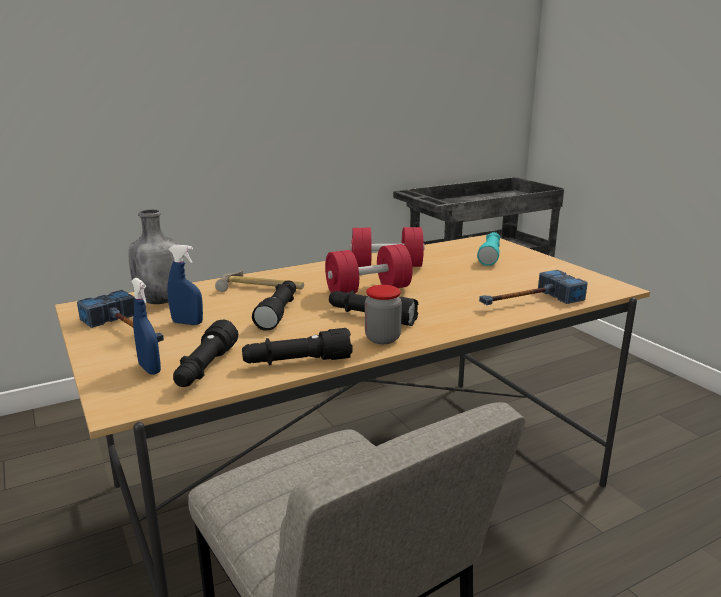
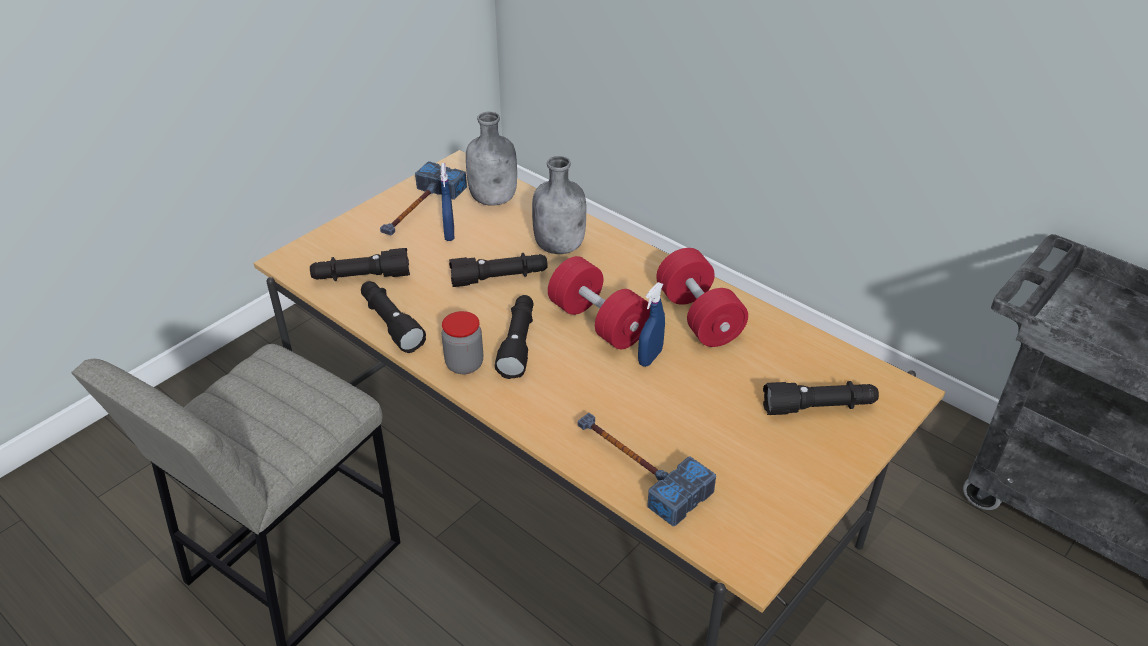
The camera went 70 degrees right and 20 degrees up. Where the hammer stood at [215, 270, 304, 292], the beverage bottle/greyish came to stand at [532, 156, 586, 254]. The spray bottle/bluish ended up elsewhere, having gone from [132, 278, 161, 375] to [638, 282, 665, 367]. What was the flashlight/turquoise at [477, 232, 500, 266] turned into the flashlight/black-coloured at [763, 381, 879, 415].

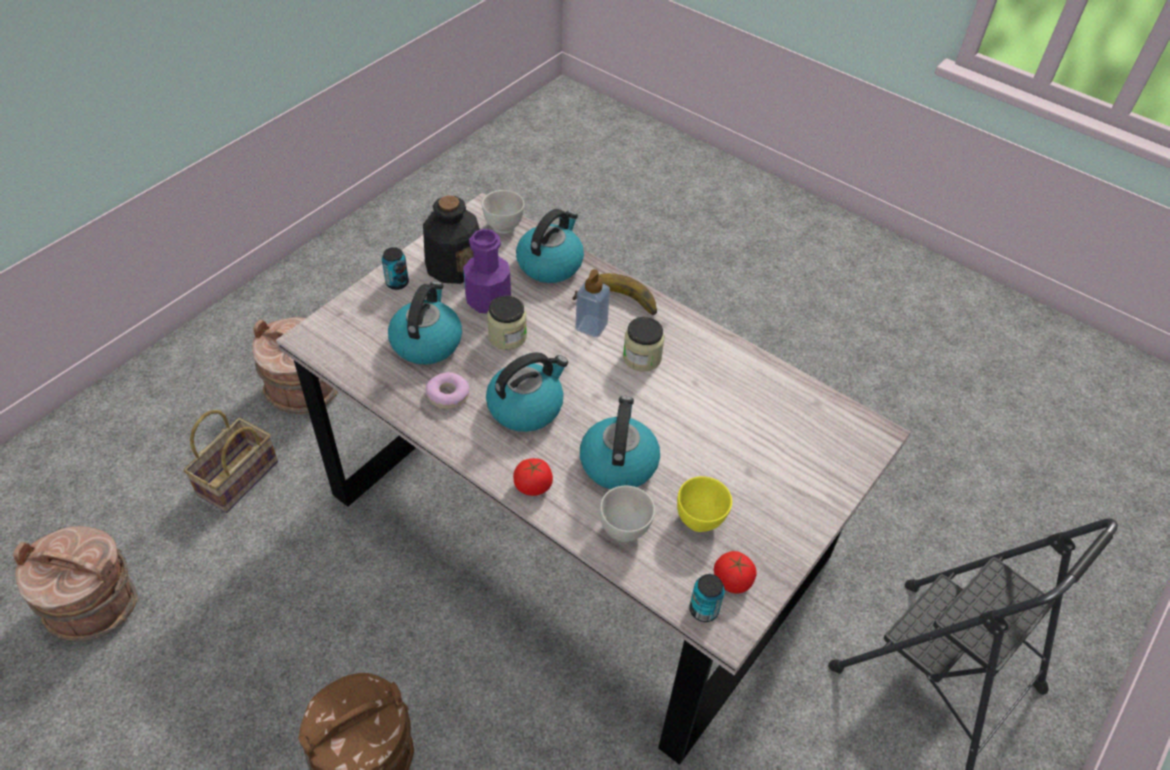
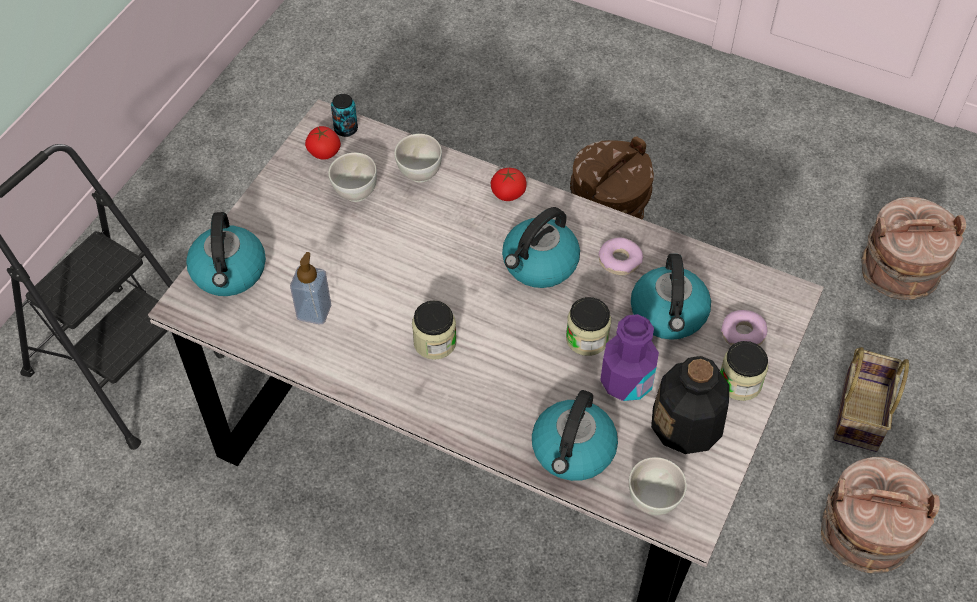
The camera went 170 degrees right and 5 degrees up. The tea kettle ended up elsewhere, having gone from [580, 396, 660, 489] to [186, 212, 266, 296]. The soap dispenser ended up elsewhere, having gone from [575, 269, 610, 338] to [290, 252, 331, 325]. What was the bowl/yellow at [677, 476, 732, 532] turned into the bowl/white at [328, 153, 377, 202]. Where the can stood at [382, 247, 409, 290], the storage jar came to stand at [720, 341, 768, 401]. The second view gained the doughnut at [721, 310, 767, 346]. The second view lost the whole banana at [572, 273, 657, 315].

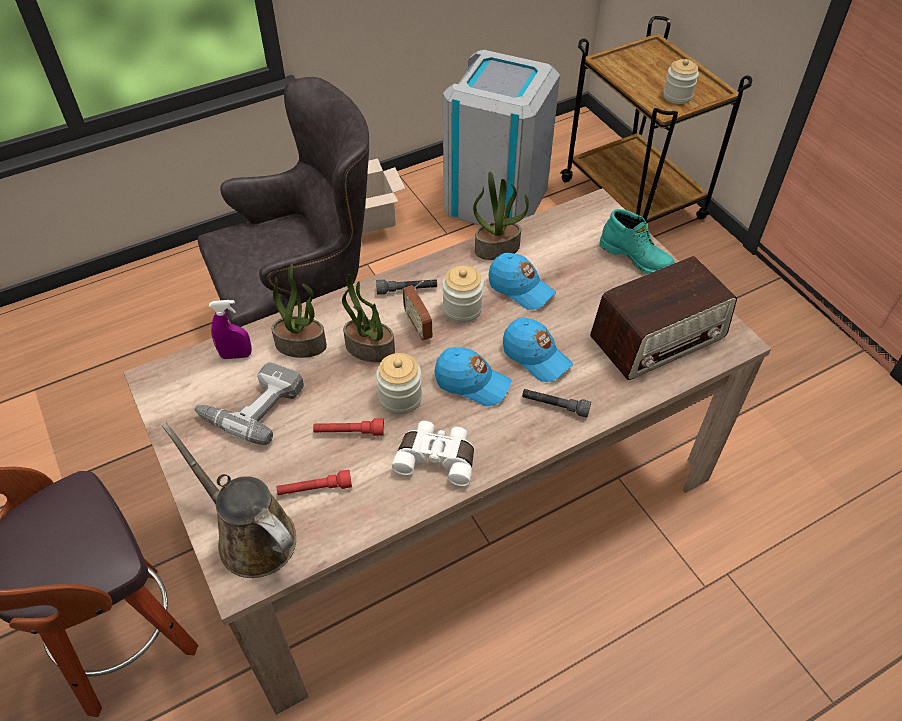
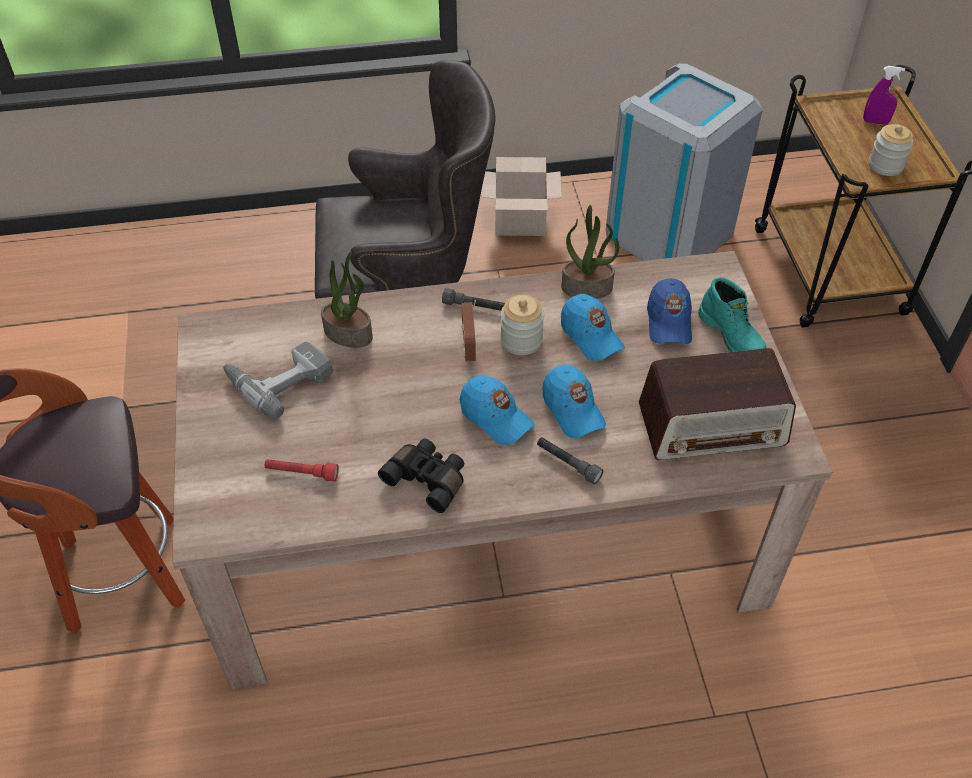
The camera went 20 degrees right and 0 degrees up. What was the field glasses/white at [392, 421, 474, 486] turned into the field glasses/black-coloured at [378, 438, 464, 513]. The second view gained the cap/bluish at [647, 278, 692, 344]. The spray bottle/purplish ended up elsewhere, having gone from [209, 300, 252, 359] to [863, 66, 905, 125]. The second view lost the watering pot/brownish at [162, 422, 296, 578]. The second view lost the flashlight/red at [313, 418, 384, 436]. The second view lost the potted plant at [342, 274, 395, 362]. The second view lost the storage jar at [376, 353, 422, 414].

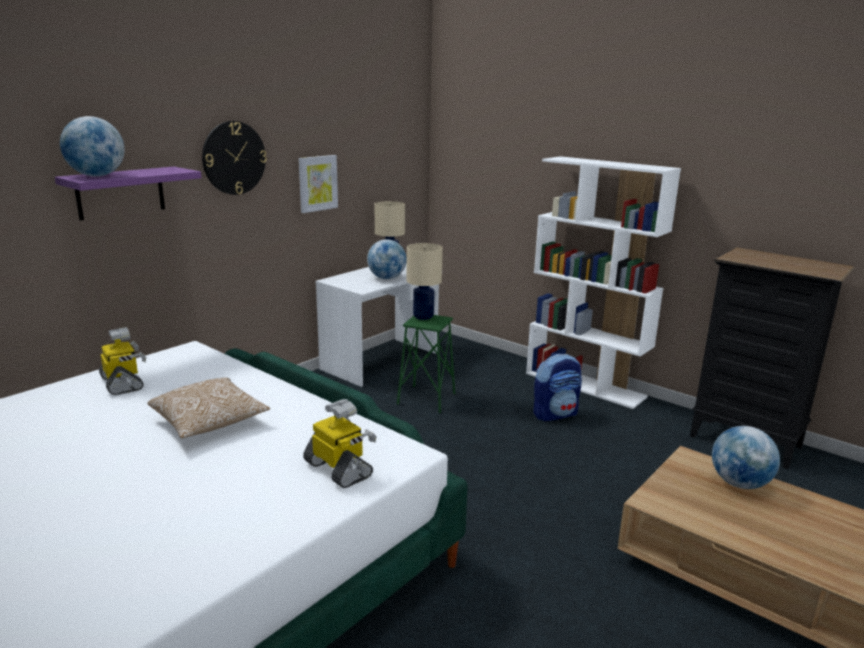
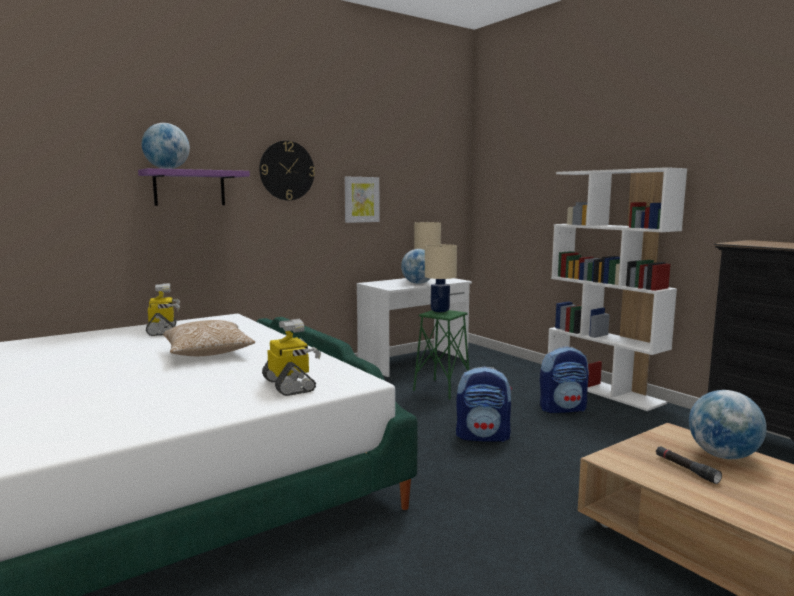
The camera went 15 degrees right and 10 degrees down. The second view gained the rucksack at [456, 367, 512, 442]. The second view gained the flashlight/black-coloured at [656, 446, 722, 484].

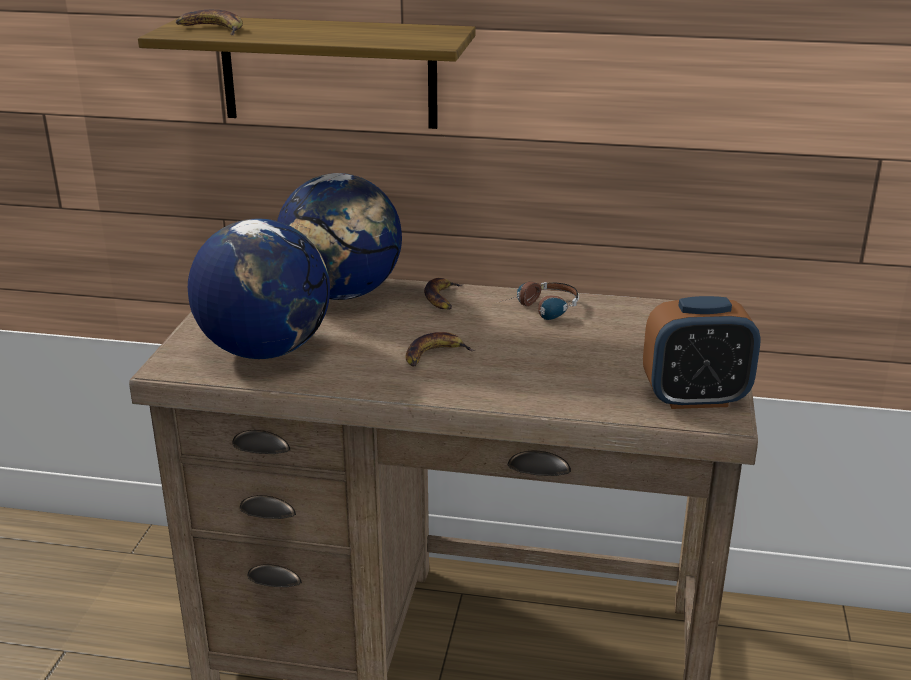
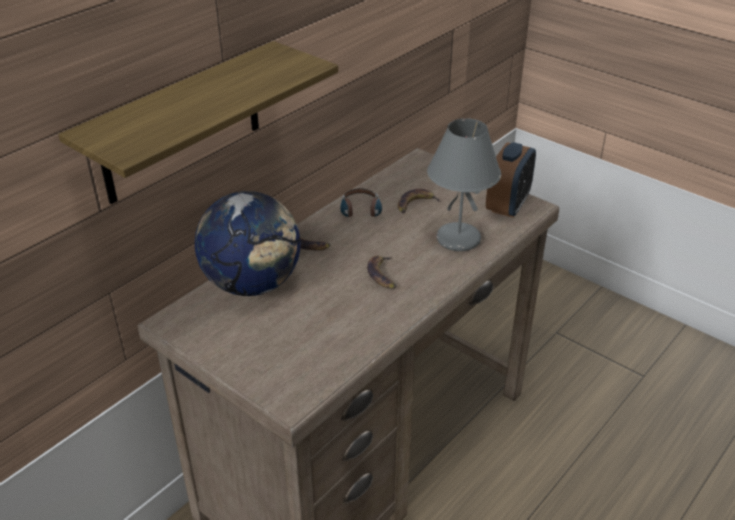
The camera went 60 degrees left and 10 degrees up. The whole banana ended up elsewhere, having gone from [176, 10, 243, 35] to [398, 189, 442, 213]. The second view gained the lamp for a table/greyish at [427, 118, 501, 251]. The second view lost the desk globe at [188, 219, 330, 359].

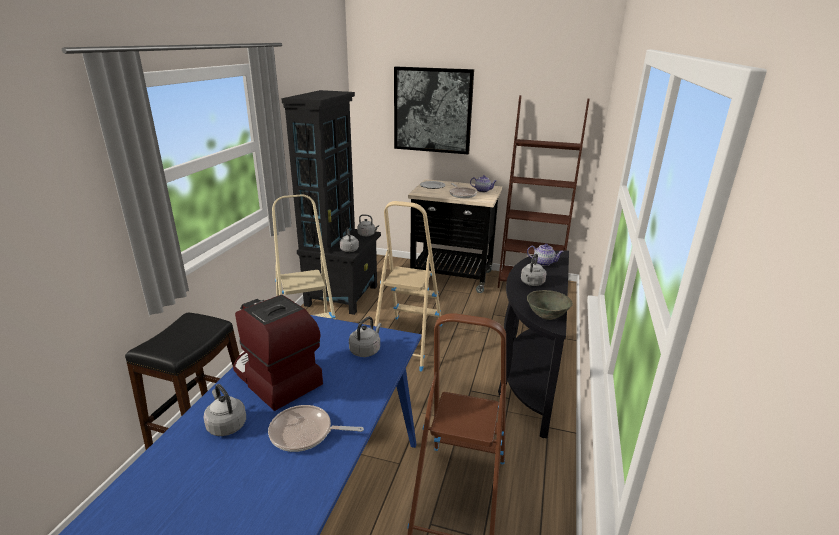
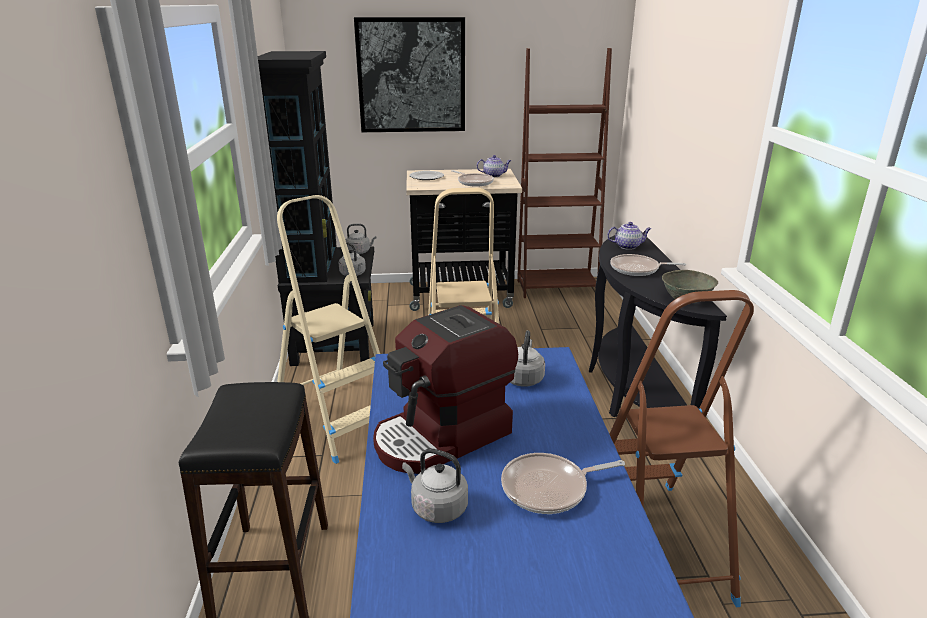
The camera went 20 degrees left and 0 degrees up. The coffee maker at [233, 295, 323, 411] ended up facing another way, 60 degrees counterclockwise from before. Where the tea kettle/greyish stood at [521, 254, 547, 286], the pan came to stand at [611, 254, 686, 276].

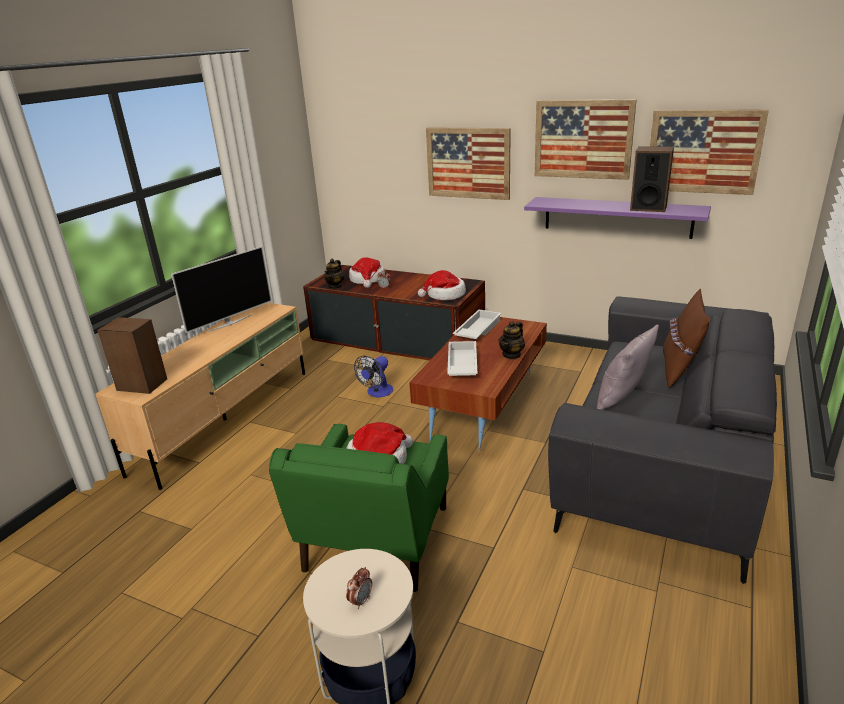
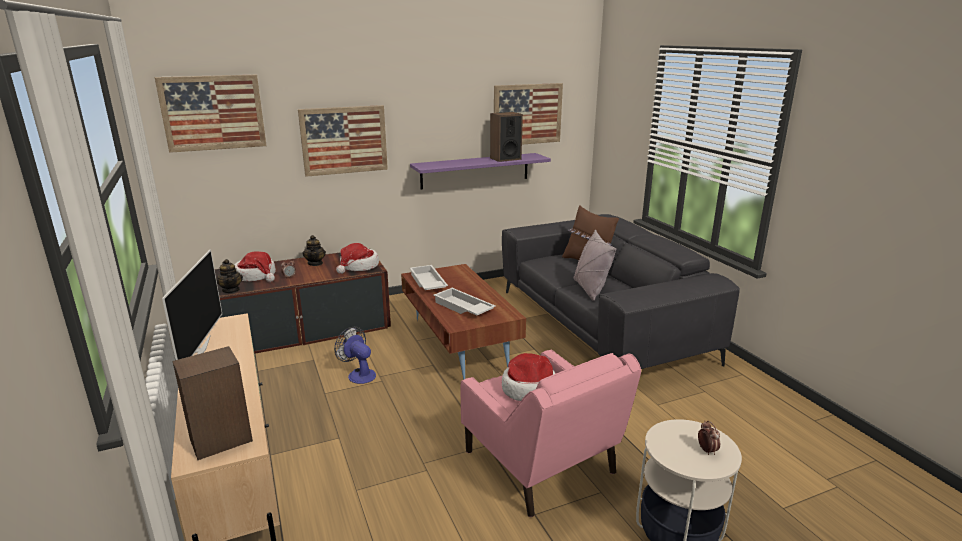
The camera went 50 degrees left and 5 degrees down. The wall art ended up elsewhere, having gone from [535, 99, 637, 180] to [155, 75, 267, 153]. The pot for tea ended up elsewhere, having gone from [499, 321, 525, 359] to [303, 235, 326, 266]. The electric fan at [354, 356, 393, 397] ended up facing another way, 150 degrees clockwise from before. What was the easy chair/greenish at [269, 424, 449, 592] turned into the easy chair/pink at [461, 350, 641, 517].

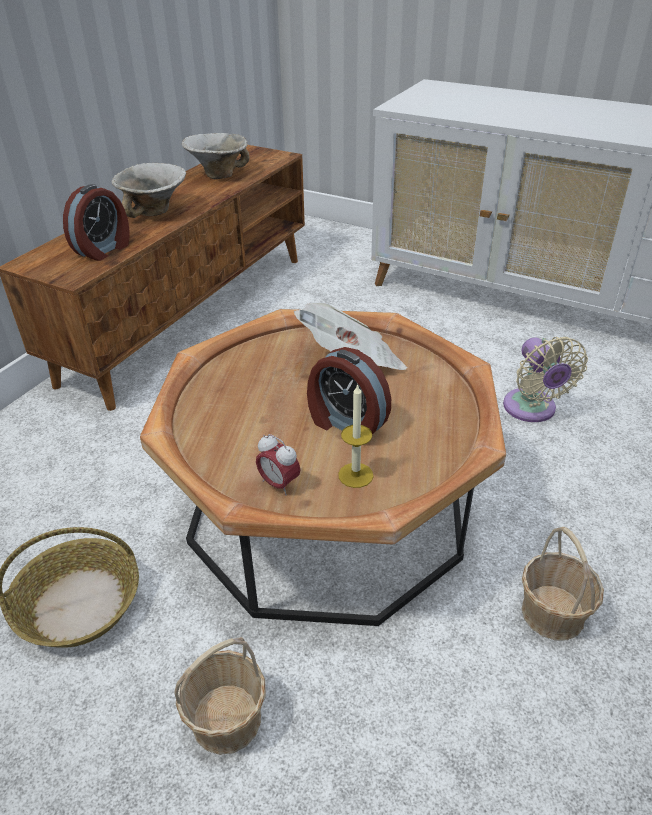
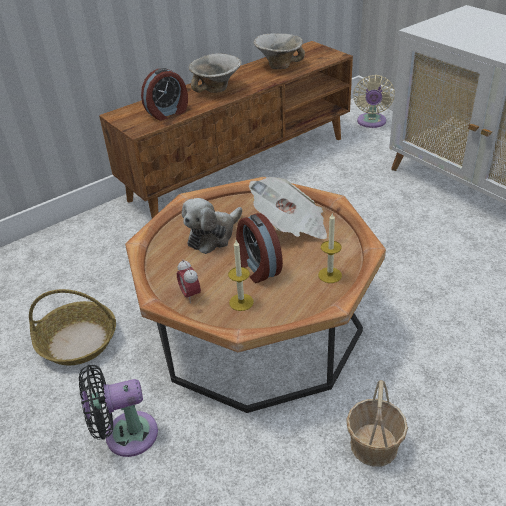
The camera went 25 degrees right and 0 degrees up. Where the basket stood at [174, 637, 266, 755], the electric fan/black-coloured came to stand at [79, 365, 158, 457]. The second view gained the cuddly toy at [182, 198, 242, 254]. The second view gained the wax candle at [318, 212, 342, 283]. The electric fan/beige ended up elsewhere, having gone from [503, 337, 588, 422] to [353, 75, 395, 128].

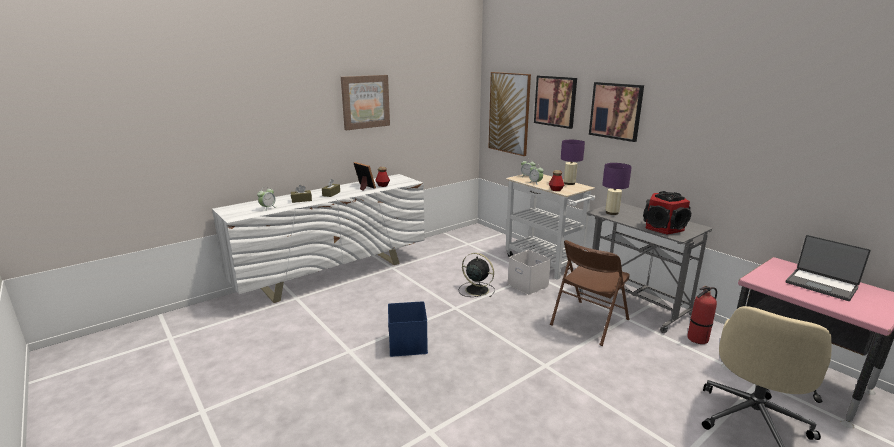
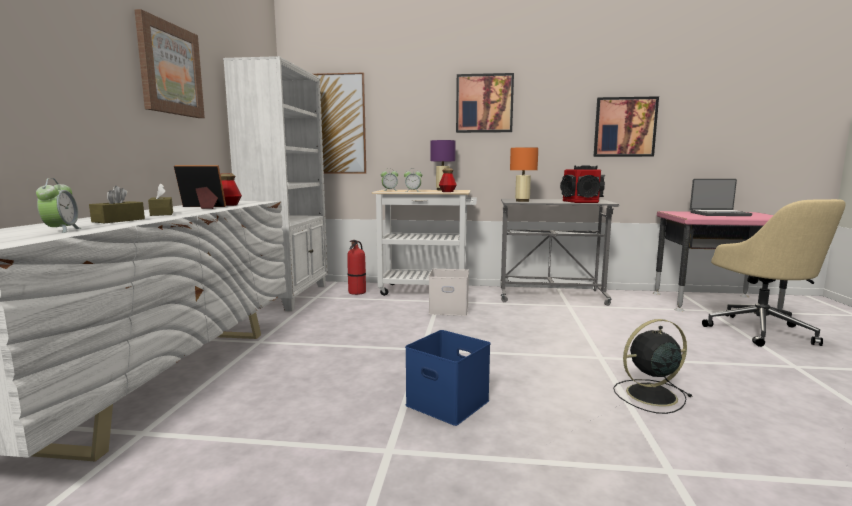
The camera went 45 degrees left and 10 degrees down. The second view gained the shelving unit/white at [223, 56, 328, 311]. The fire extinguisher ended up elsewhere, having gone from [687, 285, 717, 344] to [347, 240, 366, 295]. What was the lamp for a table/purplish at [602, 163, 632, 215] turned into the lamp for a table/orangey at [510, 147, 538, 202]. The wall art ended up elsewhere, having gone from [534, 76, 577, 129] to [594, 96, 659, 157]. The electric fan/black-coloured ended up elsewhere, having gone from [459, 253, 495, 297] to [613, 319, 693, 414]. The second view lost the plain chair/brownish at [550, 240, 630, 346].

